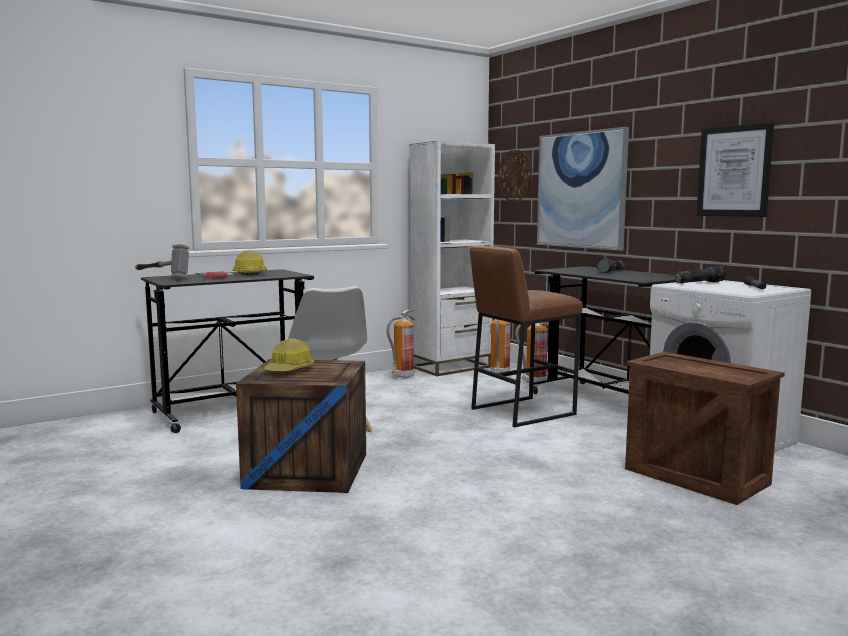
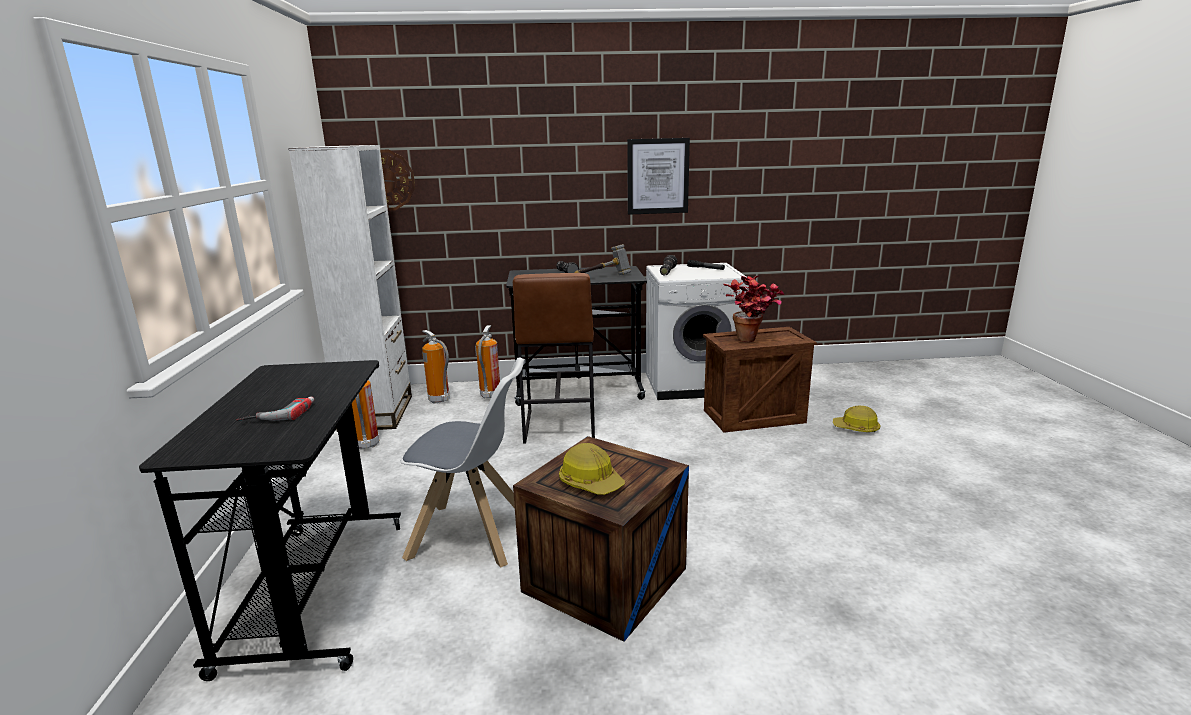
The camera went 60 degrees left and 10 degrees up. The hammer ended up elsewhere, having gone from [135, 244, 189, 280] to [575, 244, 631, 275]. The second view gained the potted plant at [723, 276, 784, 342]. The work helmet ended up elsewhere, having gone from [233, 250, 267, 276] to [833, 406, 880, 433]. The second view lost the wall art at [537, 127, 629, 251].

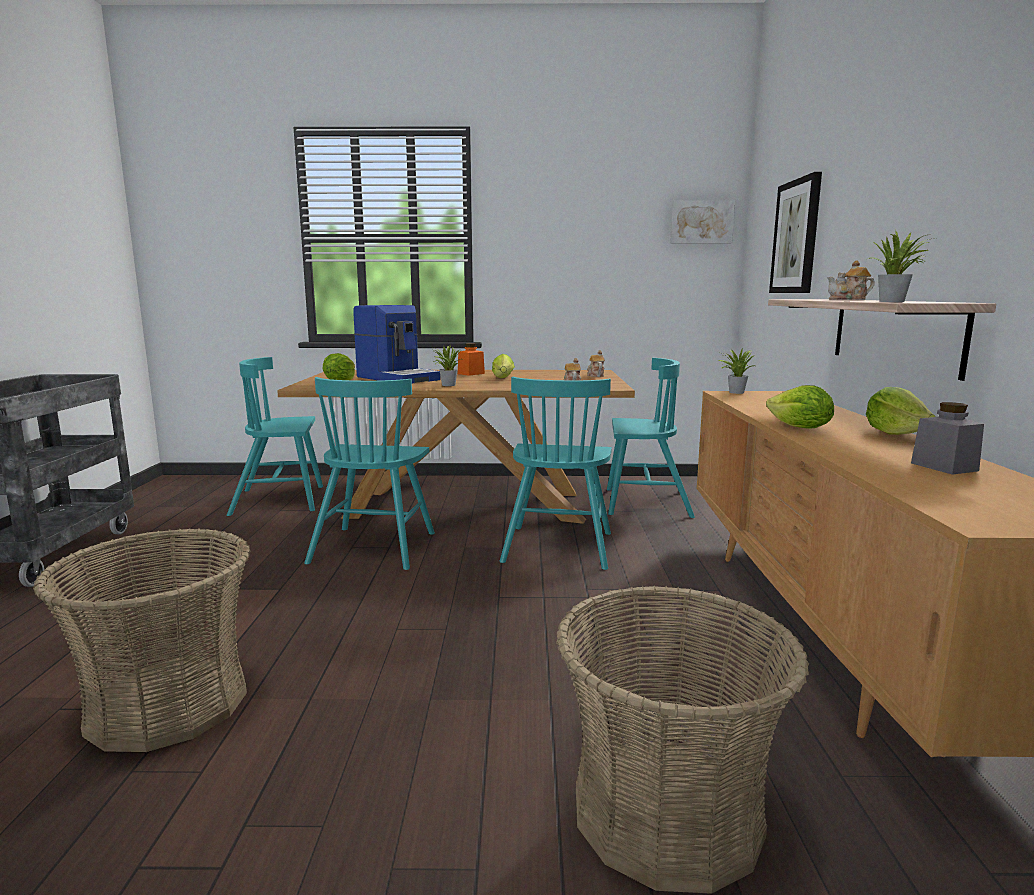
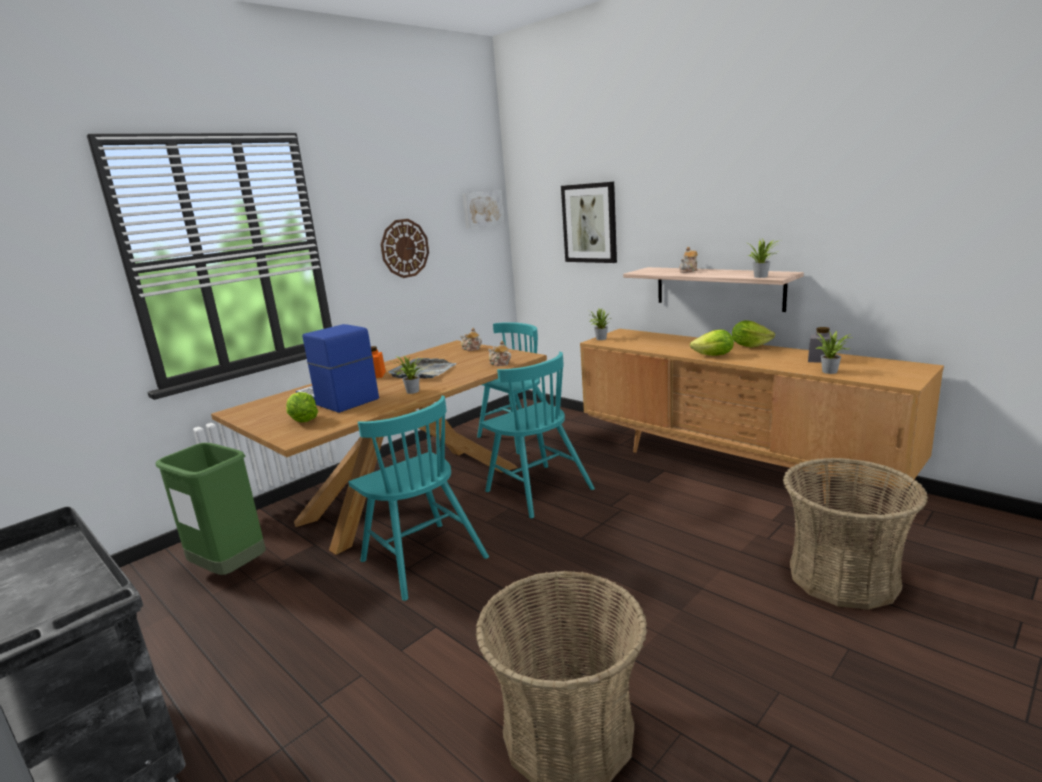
The camera went 45 degrees left and 5 degrees up. Where the plain chair/turquoise stood at [227, 357, 323, 516], the waste bin/greenish came to stand at [156, 443, 266, 575]. The coffee maker at [353, 305, 441, 383] ended up facing another way, 135 degrees counterclockwise from before. The second view gained the hanging clock at [381, 219, 429, 278]. Where the head of lettuce stood at [492, 354, 515, 378], the tray/greyish came to stand at [388, 358, 457, 379]. The second view gained the potted plant at [815, 331, 852, 374].

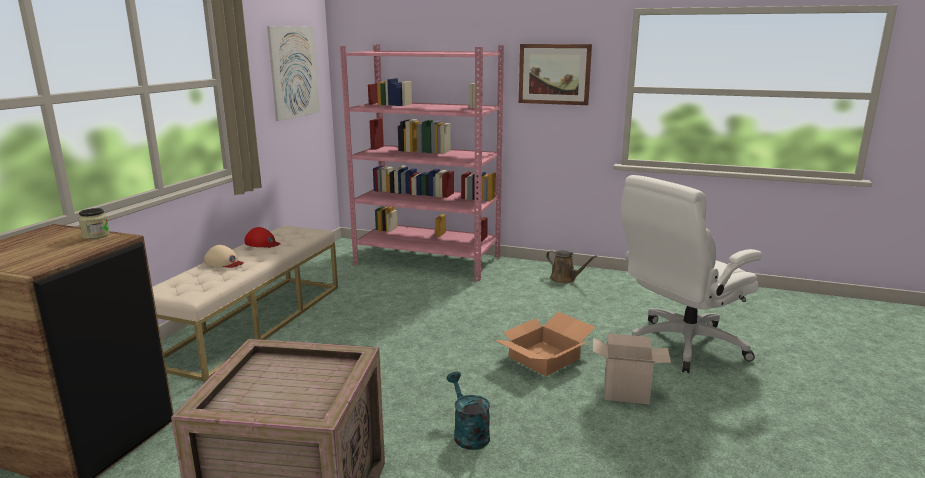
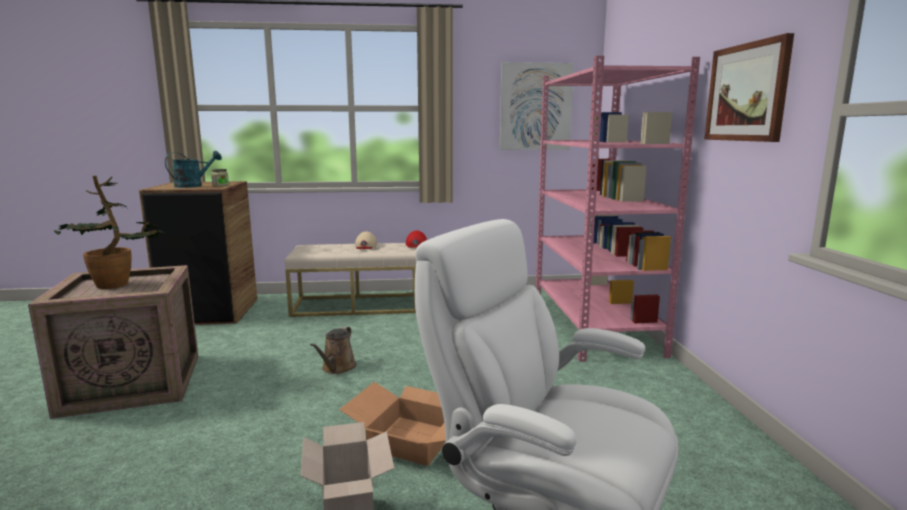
The camera went 65 degrees right and 5 degrees down. The second view gained the potted plant at [54, 175, 166, 289]. The watering pot/turquoise ended up elsewhere, having gone from [447, 371, 490, 450] to [165, 151, 222, 188]. The watering pot/brownish ended up elsewhere, having gone from [546, 250, 597, 283] to [310, 326, 357, 374].

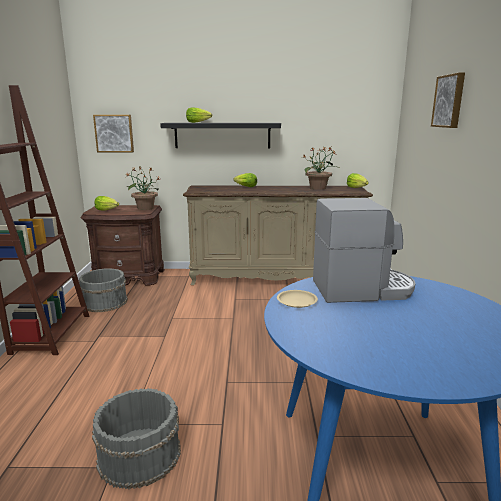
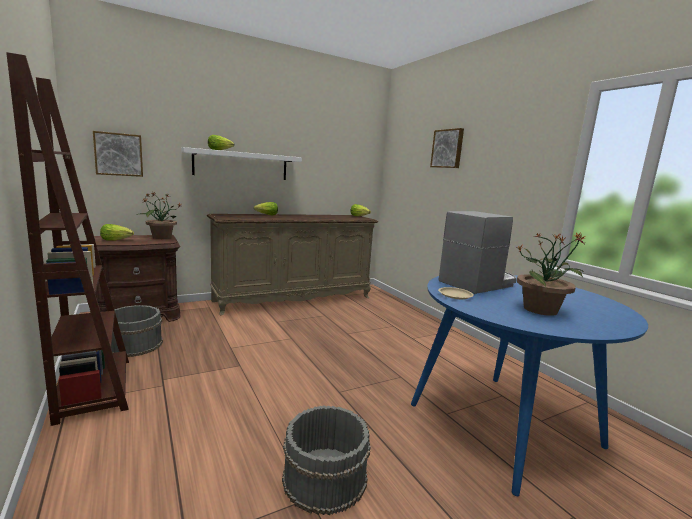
The camera went 30 degrees left and 5 degrees down. What was the wall shelf/black-coloured at [160, 123, 281, 148] turned into the wall shelf/white at [181, 147, 302, 180]. The potted plant ended up elsewhere, having gone from [302, 146, 339, 190] to [515, 232, 586, 316].

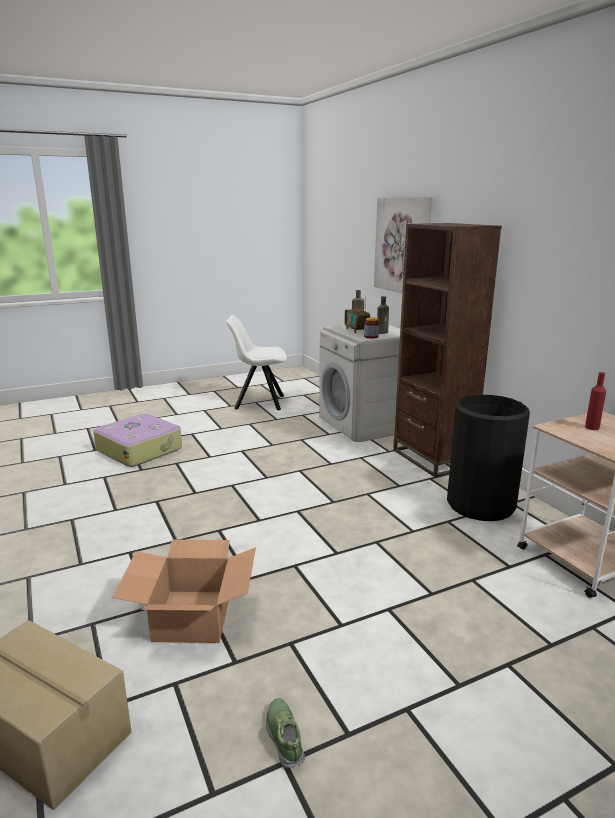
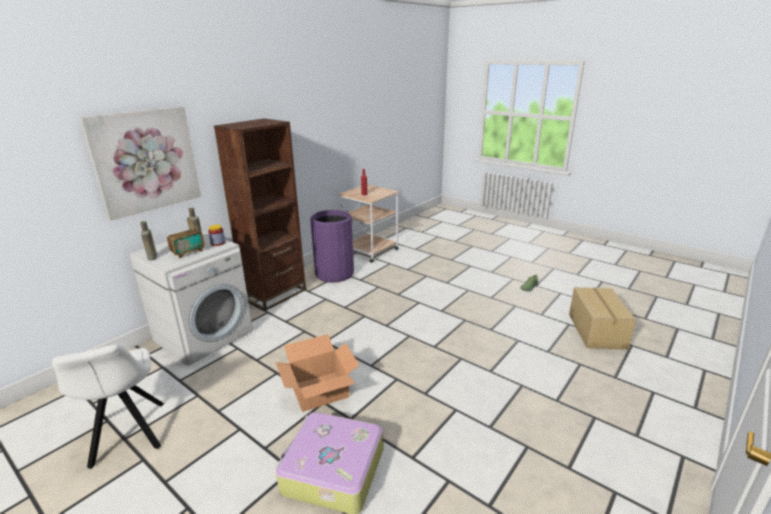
The camera went 115 degrees left and 5 degrees up. The packing box ended up elsewhere, having gone from [112, 540, 256, 643] to [275, 334, 359, 412]. What was the waste bin/black-coloured at [447, 395, 530, 521] turned into the waste bin/purplish at [310, 210, 354, 283].

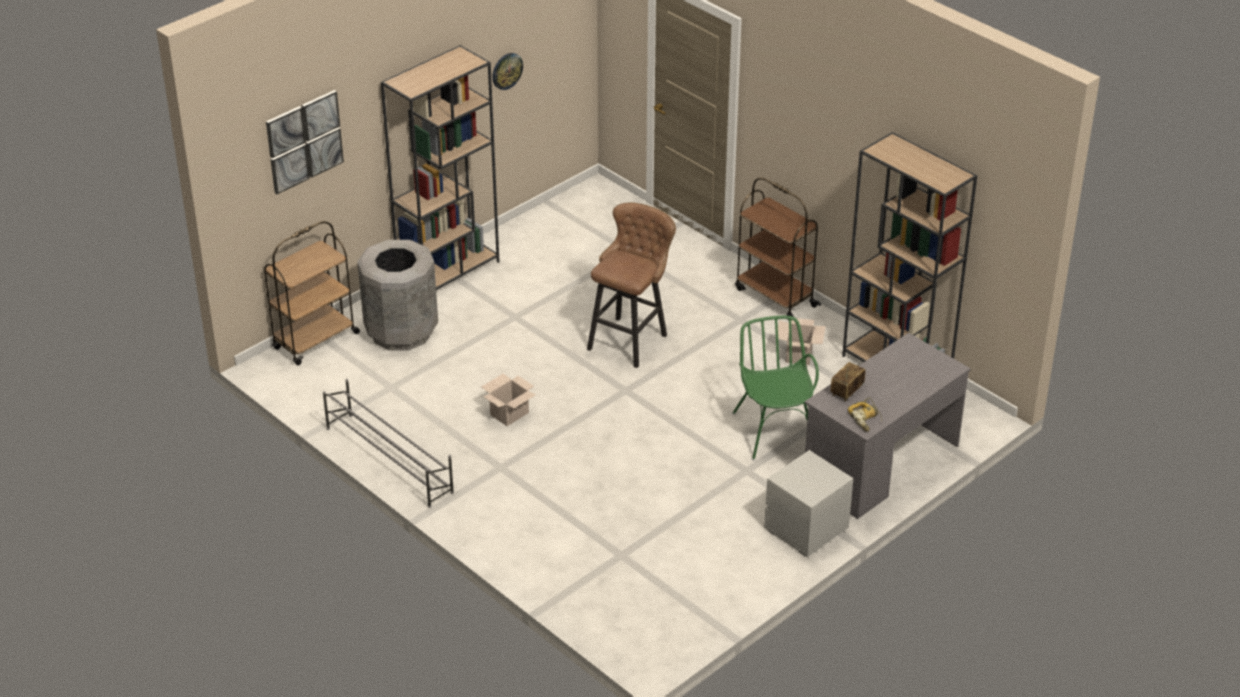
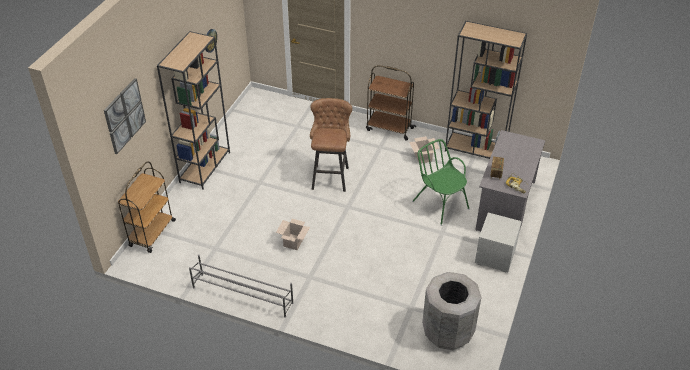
The camera went 25 degrees left and 5 degrees up. The waste bin/greyish ended up elsewhere, having gone from [357, 240, 438, 350] to [422, 272, 481, 350].

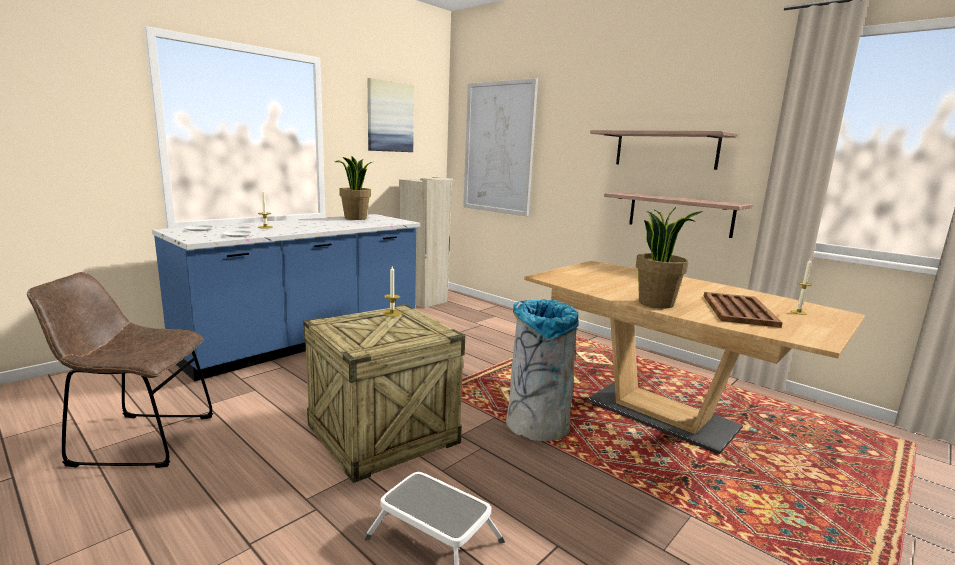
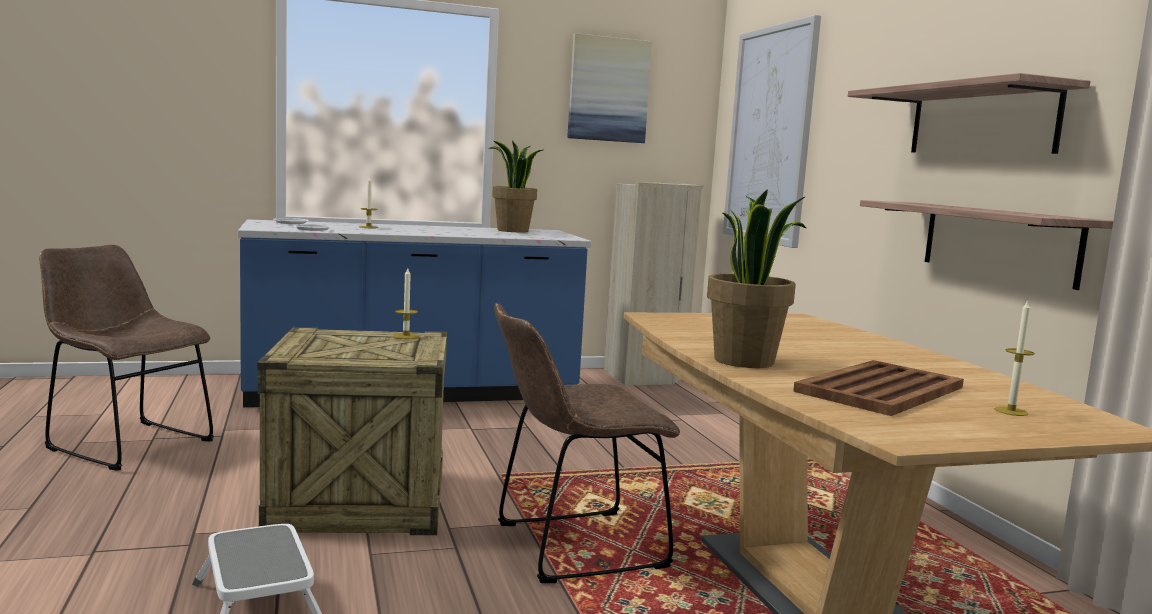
The camera went 30 degrees right and 5 degrees down. Where the waste bin/greyish stood at [506, 299, 579, 441], the plain chair/brownish came to stand at [494, 303, 680, 583].

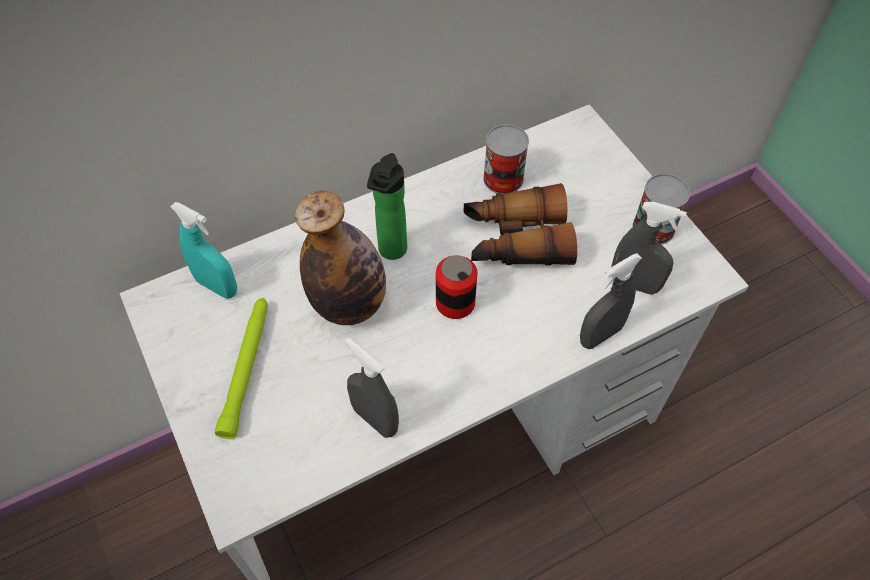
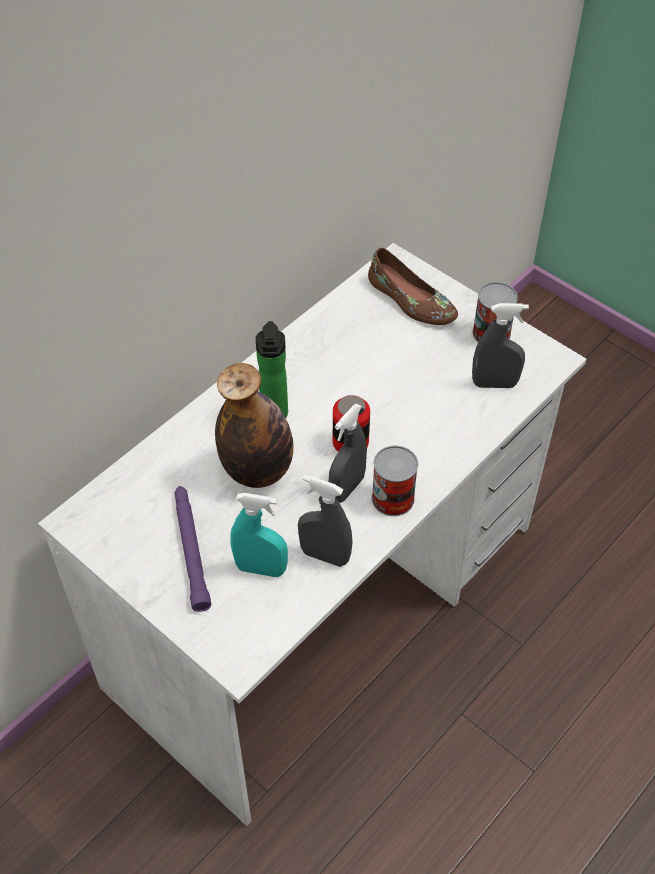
The camera went 20 degrees left and 5 degrees down. What was the flashlight/greenish at [215, 298, 268, 439] turned into the flashlight/purplish at [174, 486, 212, 612]. The spray bottle/turquoise ended up elsewhere, having gone from [171, 202, 237, 299] to [230, 493, 288, 577]. The spray bottle/greyish ended up elsewhere, having gone from [580, 253, 642, 349] to [329, 403, 367, 503]. The second view gained the low shoe/brownish at [368, 248, 458, 325]. The can ended up elsewhere, having gone from [483, 124, 529, 194] to [372, 446, 418, 516]. The second view lost the field glasses at [464, 183, 577, 266].

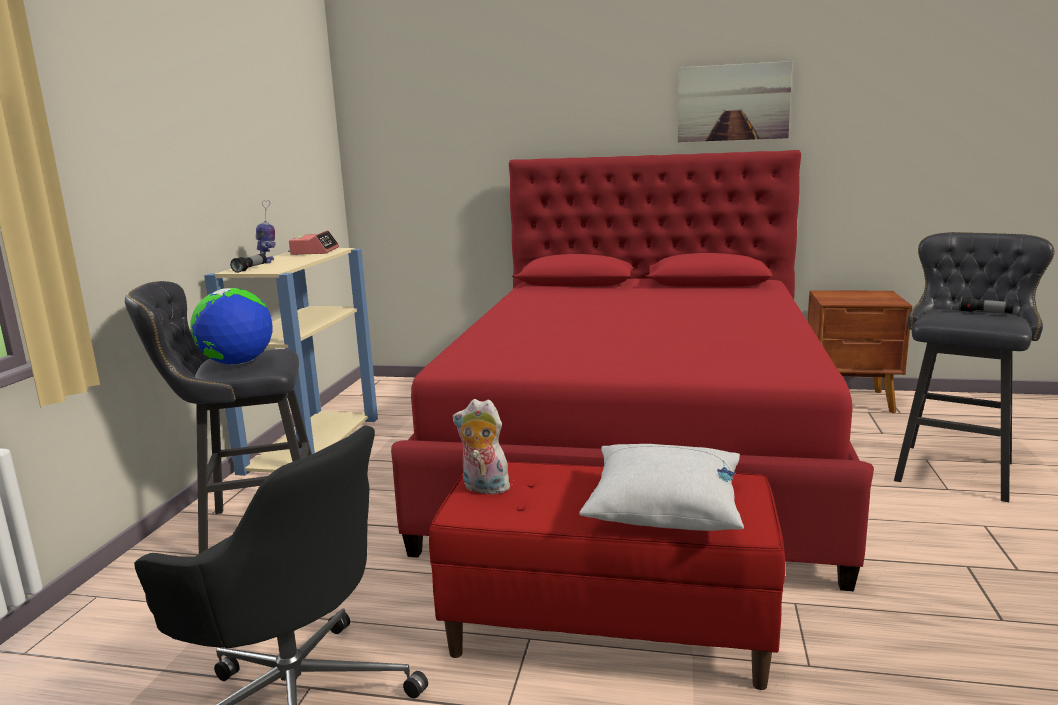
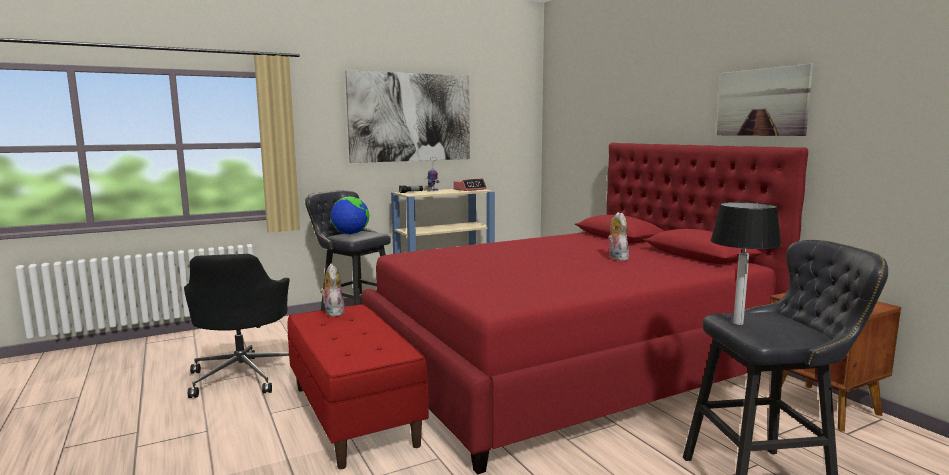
The camera went 50 degrees right and 5 degrees down. The second view gained the wall art at [345, 70, 470, 163]. The second view gained the cuddly toy at [608, 212, 629, 261]. The second view gained the lamp for a table at [710, 202, 781, 325]. The second view lost the pillow/greyish at [579, 444, 744, 531]. The second view lost the flashlight at [959, 296, 1014, 314].

